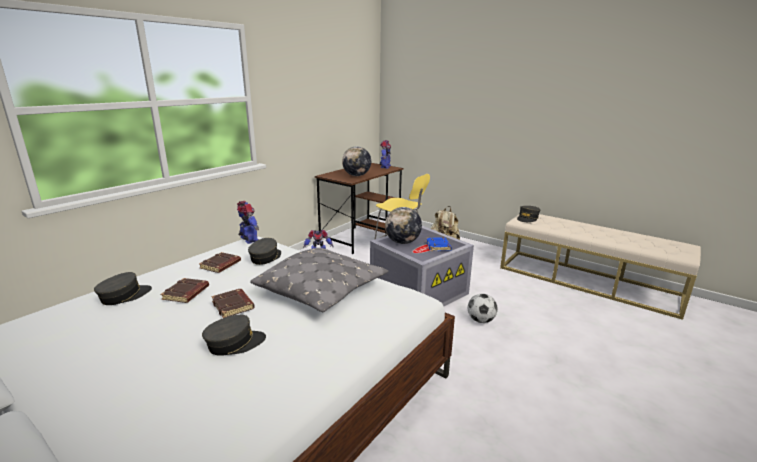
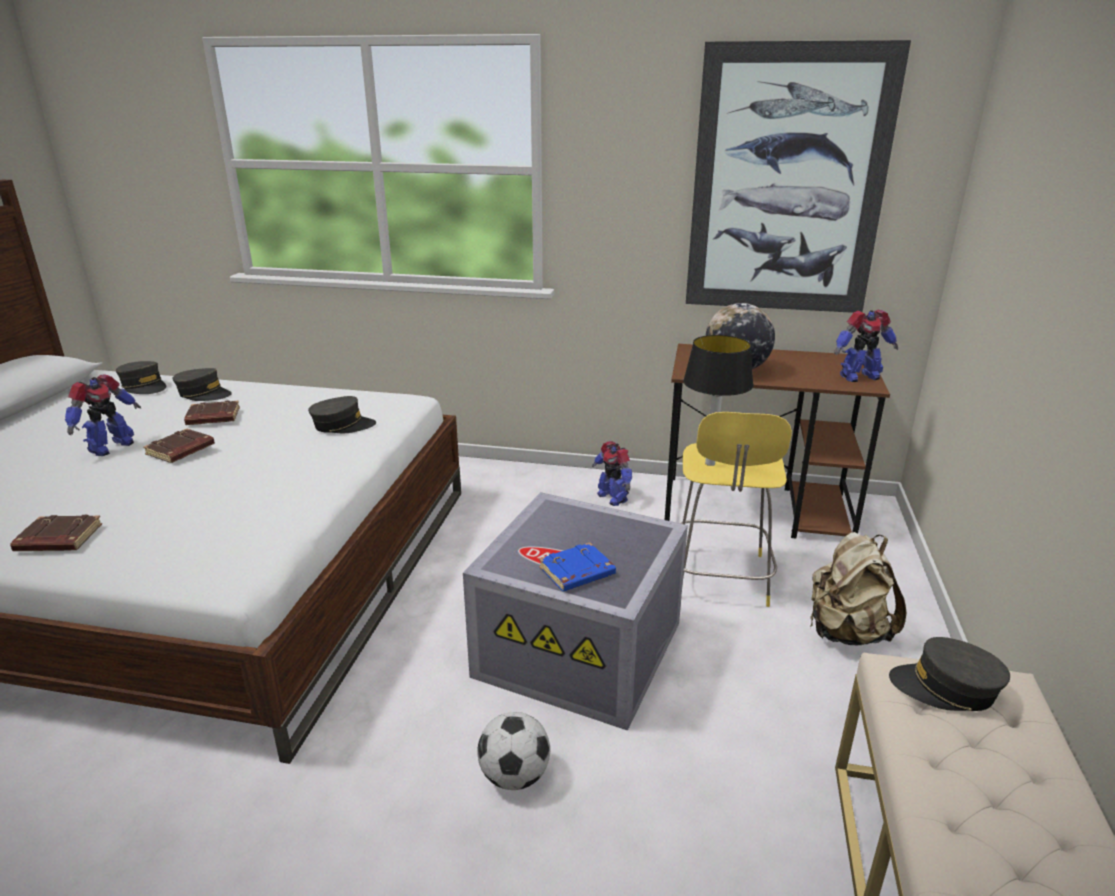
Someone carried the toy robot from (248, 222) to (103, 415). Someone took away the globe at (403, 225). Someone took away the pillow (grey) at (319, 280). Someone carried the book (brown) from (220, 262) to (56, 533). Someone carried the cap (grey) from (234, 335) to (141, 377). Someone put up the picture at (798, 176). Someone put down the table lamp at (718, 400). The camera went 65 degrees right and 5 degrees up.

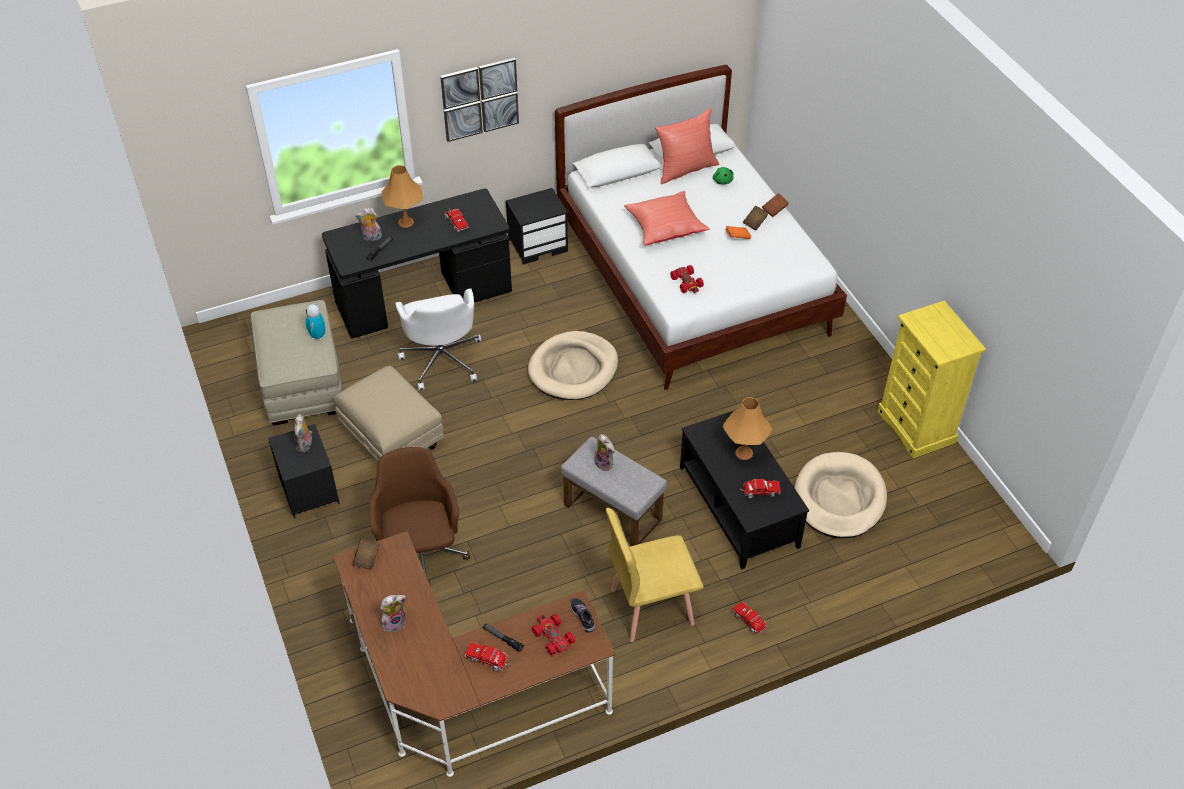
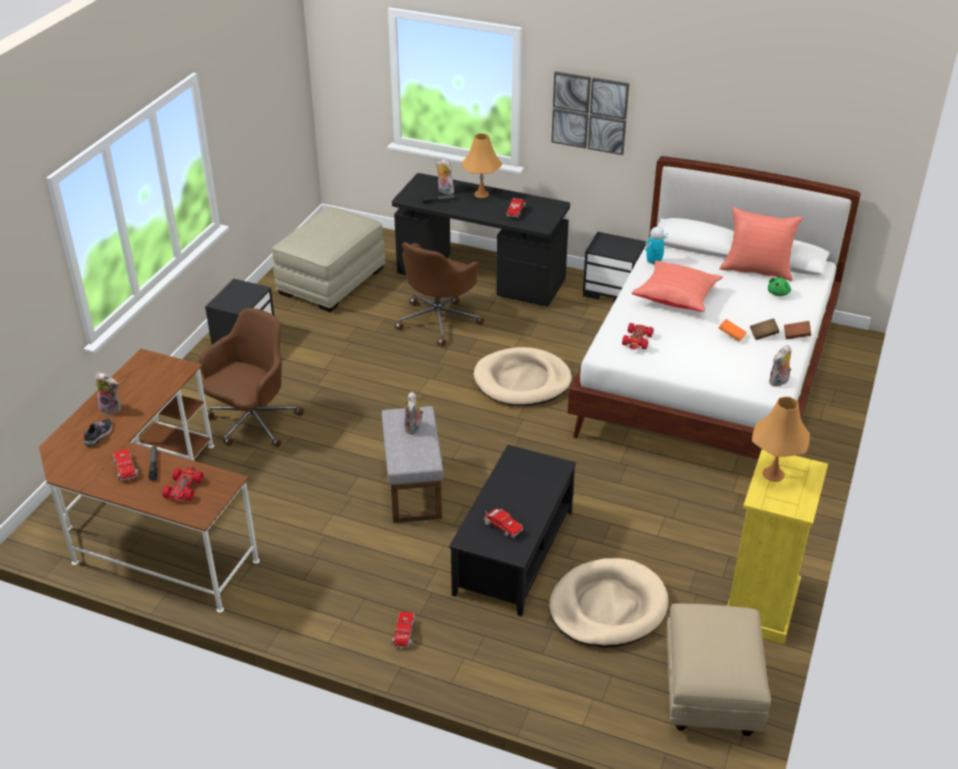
Someone repainted the office chair (white) at (438, 339), which became the office chair (brown) at (439, 294). Someone carried the toy robot from (315, 322) to (656, 246). Someone carried the ottoman (beige) from (389, 414) to (719, 669). Someone carried the table lamp (orange) from (748, 428) to (781, 439). Someone carried the plush toy from (303, 433) to (780, 366). Someone took away the chair (yellow) at (654, 575). Someone took away the book (brown) at (366, 554). Someone carried the shoe from (582, 615) to (98, 432). The camera went 45 degrees right and 10 degrees down.

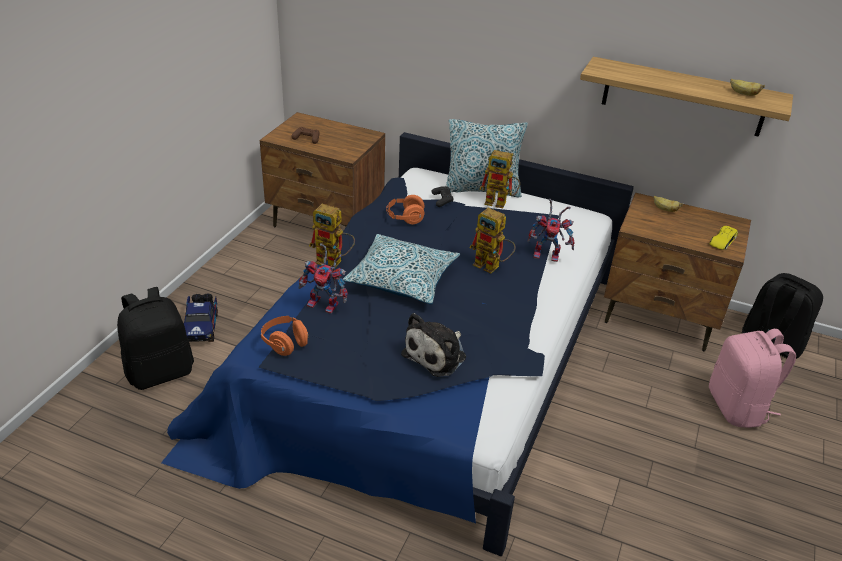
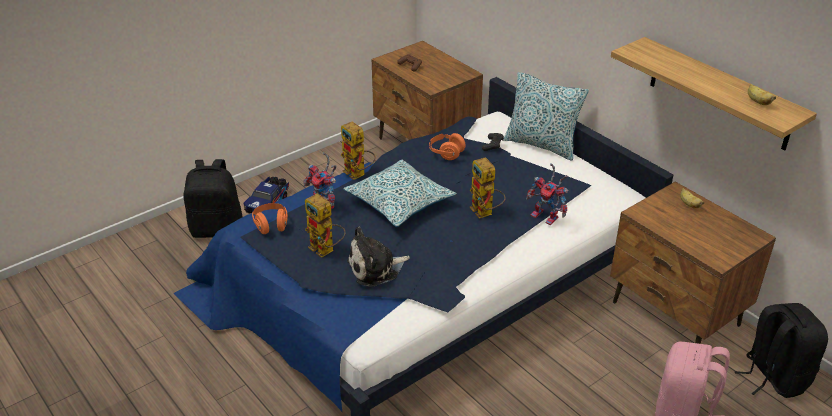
Someone carried the toy robot from (499, 179) to (325, 226). Someone took away the toy car (yellow) at (724, 238). The camera went 30 degrees right and 0 degrees up.

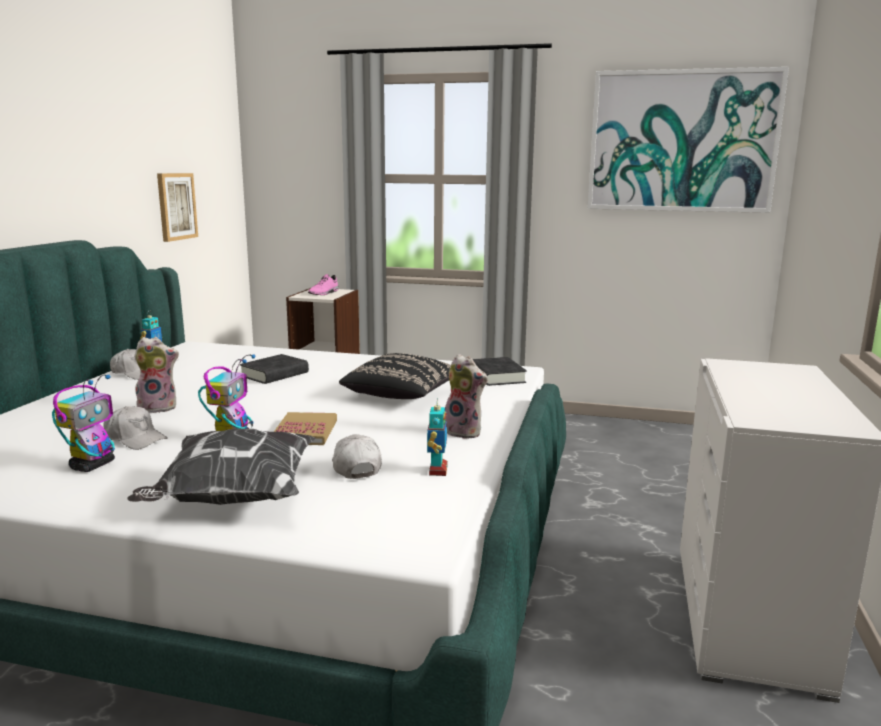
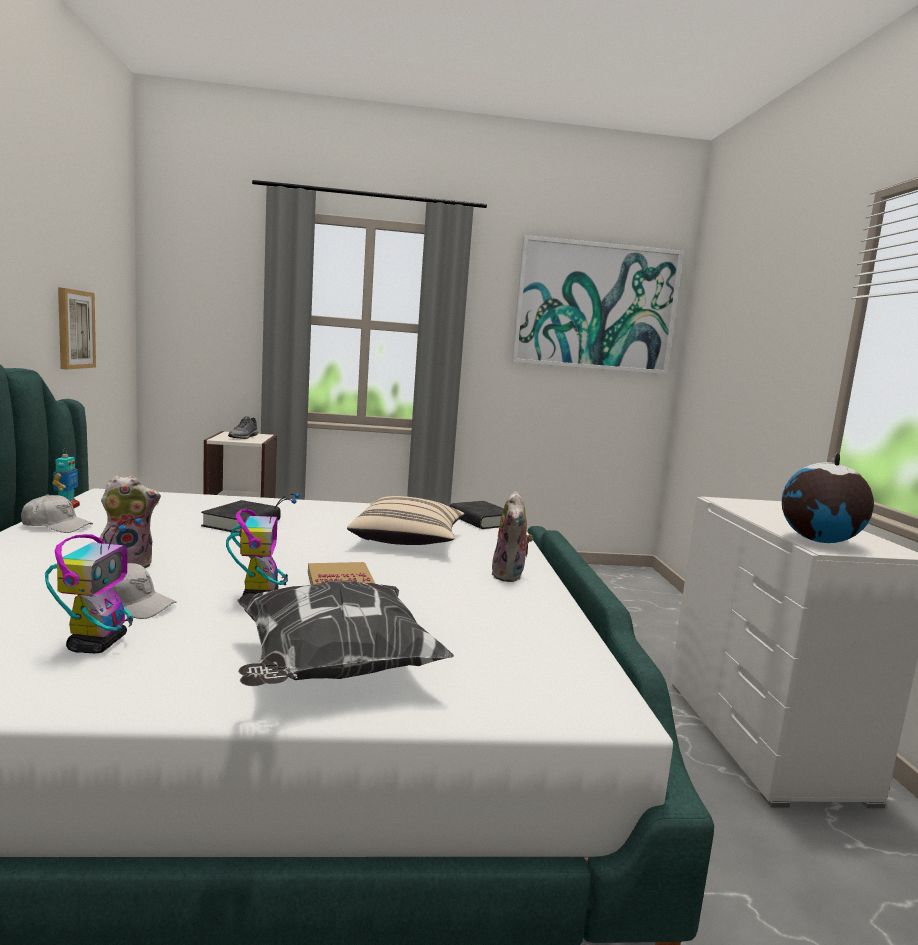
Someone repainted the shoe (pink) at (323, 284), which became the shoe (grey) at (243, 427). Someone repainted the pillow (black) at (395, 376), which became the pillow (beige) at (405, 520). Someone rotated the plush toy at (466, 396) by 75 degrees clockwise. Someone took away the toy robot at (437, 437). Someone took away the cap (white) at (357, 456). Someone put down the globe at (828, 497). The camera went 20 degrees left and 5 degrees down.

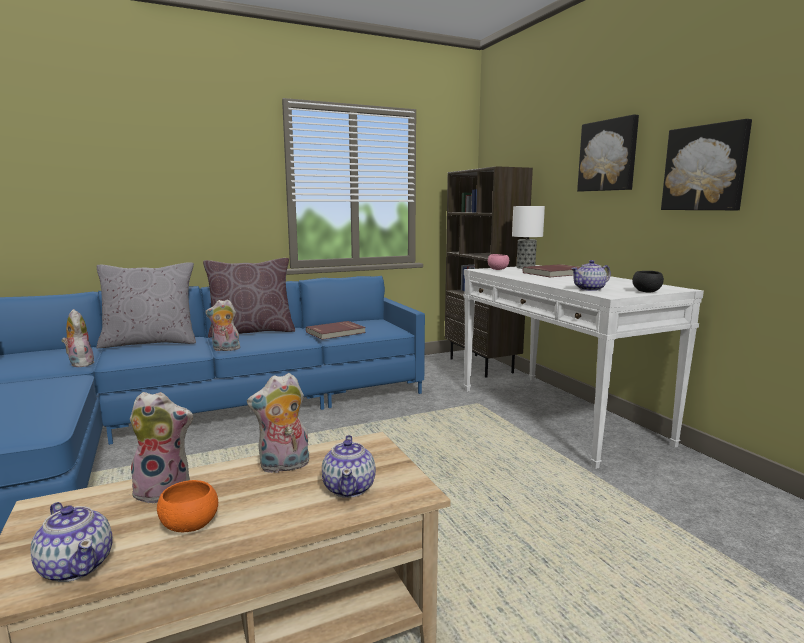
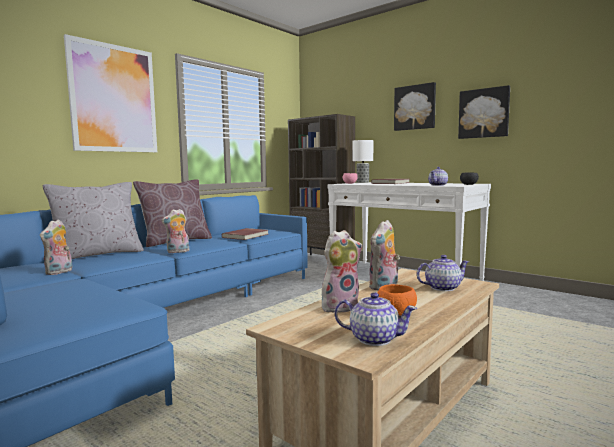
Someone rotated the plush toy at (77, 338) by 105 degrees counterclockwise. Someone rotated the teapot at (349, 466) by 75 degrees counterclockwise. Someone put up the picture at (110, 93). The camera went 25 degrees left and 5 degrees down.

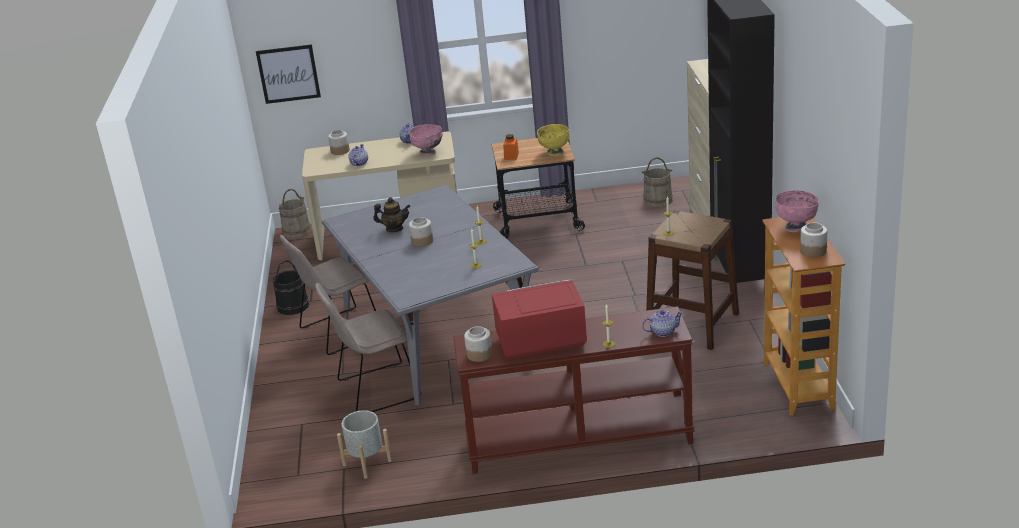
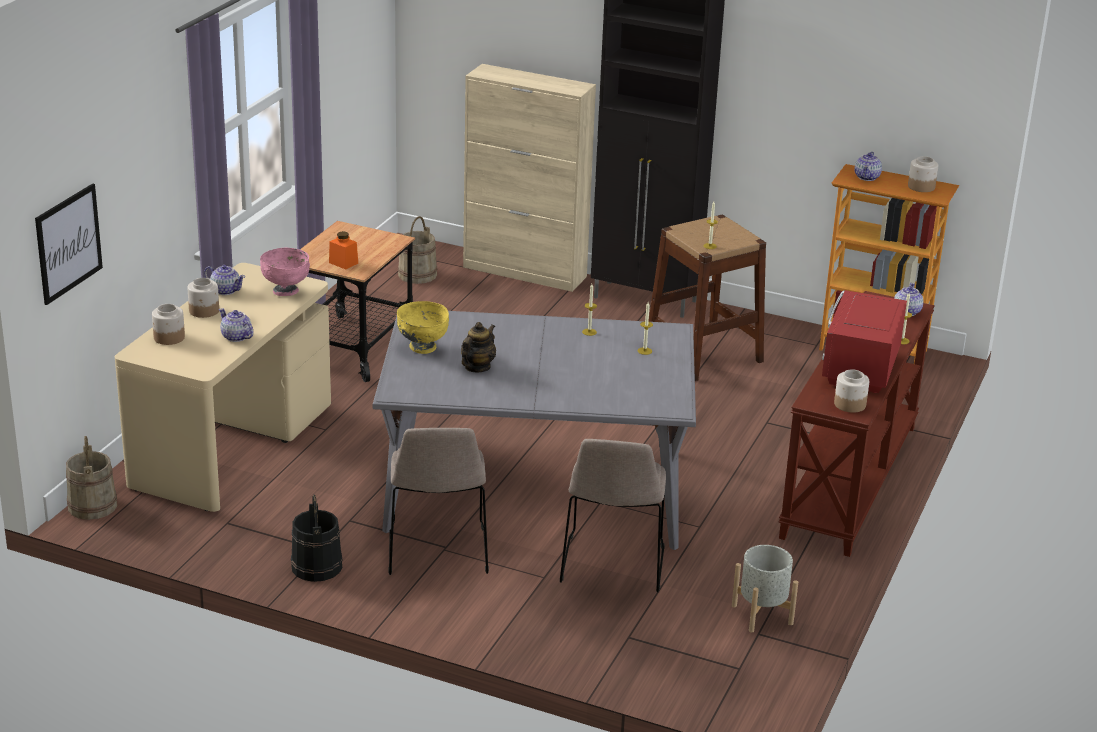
Someone carried the bowl (yellow) from (553, 140) to (423, 327). Someone swapped the bowl (pink) at (797, 211) for the teapot at (868, 166). Someone carried the jar from (421, 232) to (203, 298). The camera went 65 degrees left and 0 degrees up.

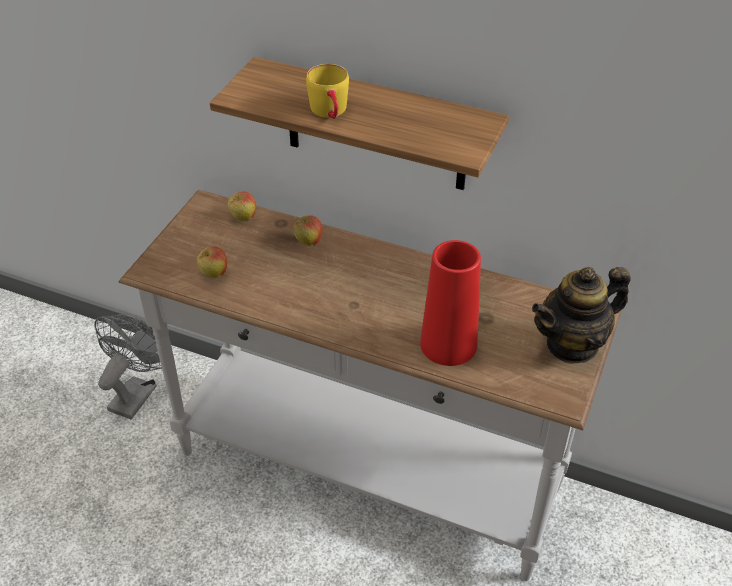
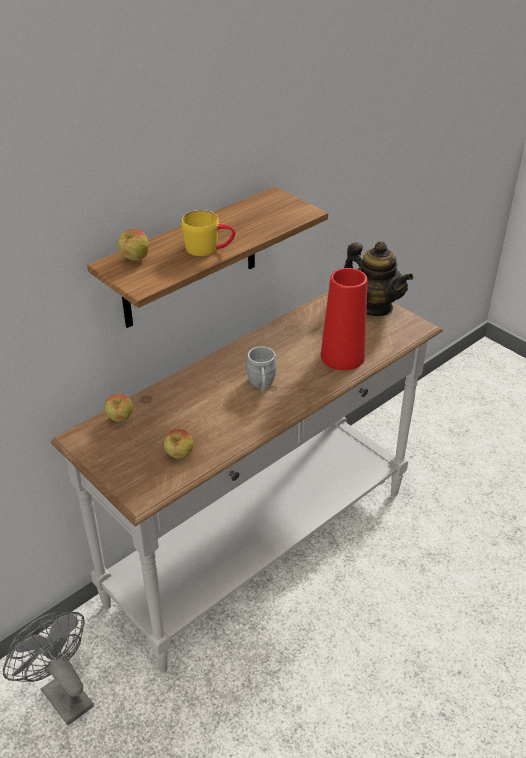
Someone carried the apple from (307, 230) to (133, 245). Someone rotated the teapot at (581, 315) by 45 degrees counterclockwise. Someone put down the mug (grey) at (261, 369). The camera went 65 degrees left and 5 degrees down.

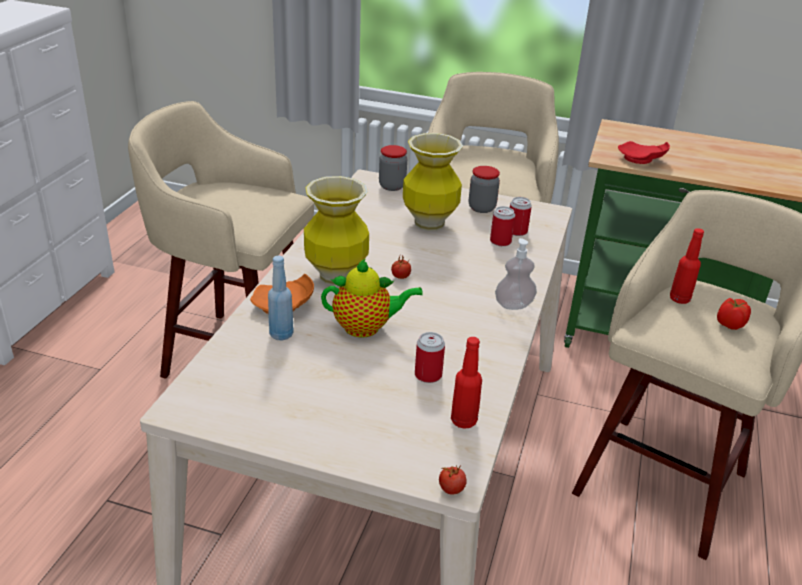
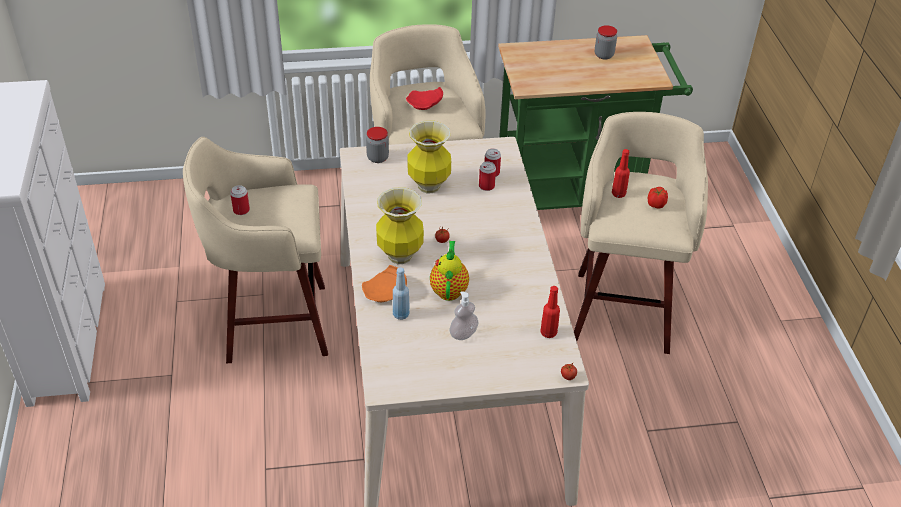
Someone carried the plate (red) from (644, 152) to (424, 98). Someone carried the jar from (484, 189) to (606, 42). Someone carried the soap dispenser from (516, 274) to (463, 315). Someone rotated the teapot at (372, 298) by 60 degrees counterclockwise. Someone carried the can from (430, 357) to (240, 200). The camera went 25 degrees left and 10 degrees up.

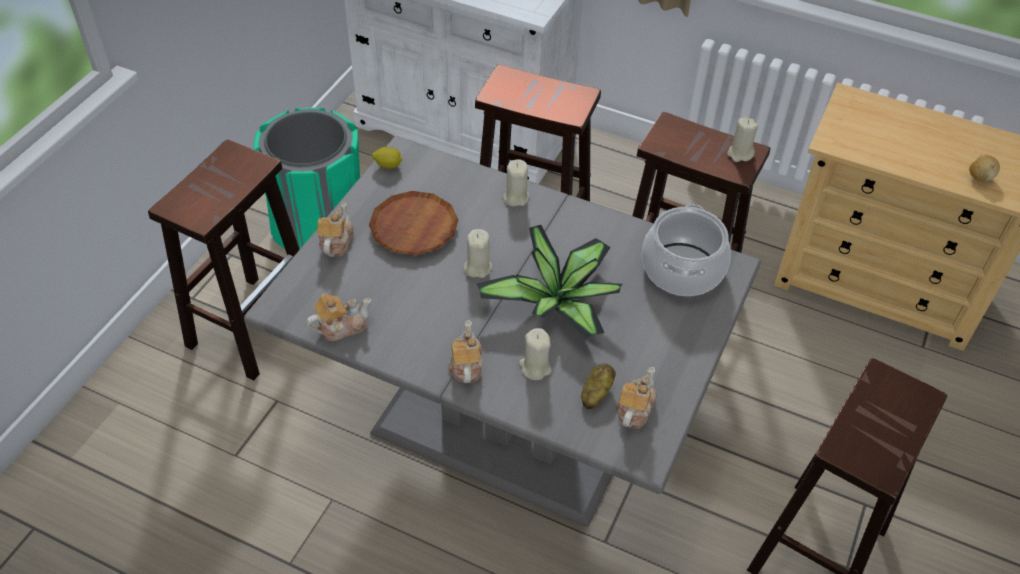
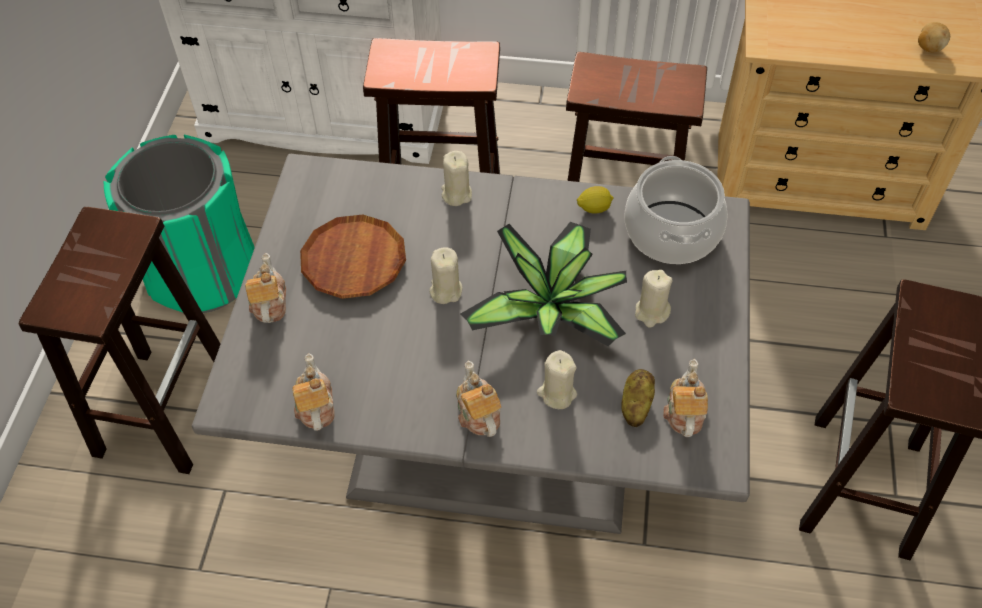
Someone carried the candle (beige) from (742, 140) to (654, 299). Someone carried the lemon from (387, 158) to (595, 200). Someone rotated the teapot at (339, 317) by 60 degrees counterclockwise. The camera went 15 degrees left and 5 degrees up.

